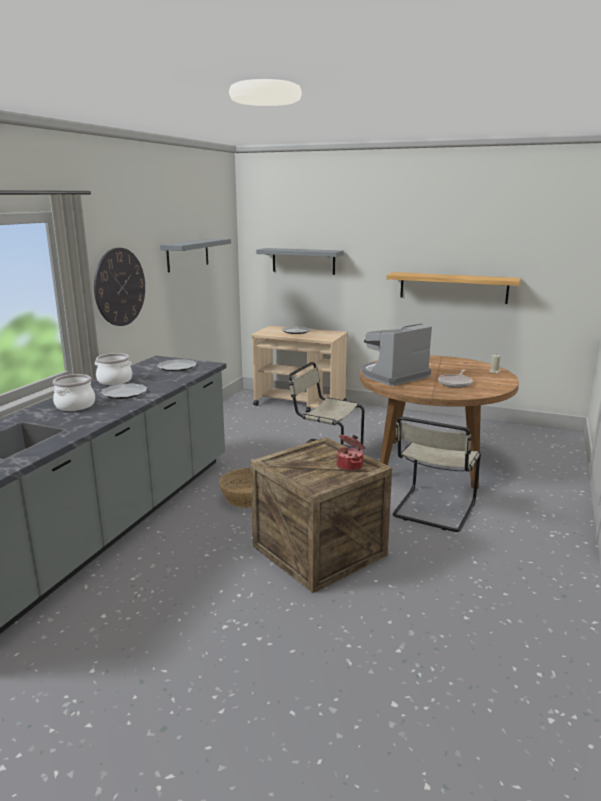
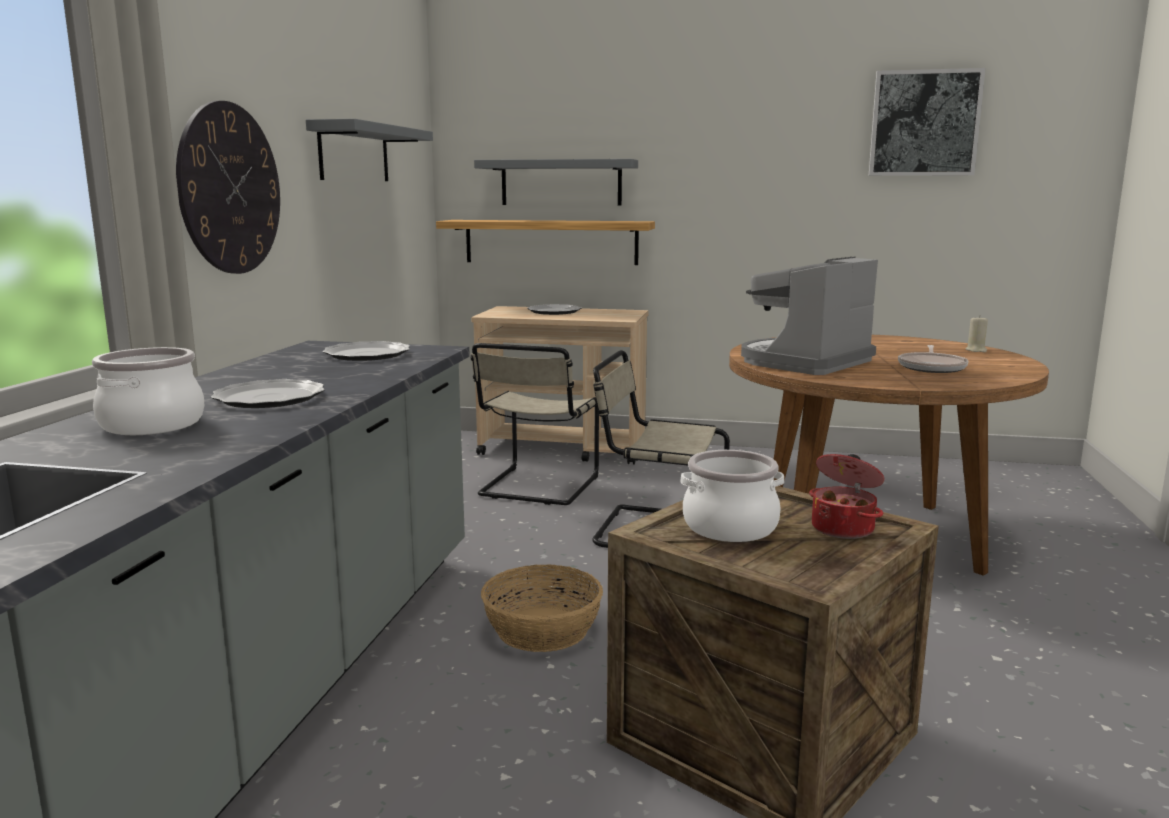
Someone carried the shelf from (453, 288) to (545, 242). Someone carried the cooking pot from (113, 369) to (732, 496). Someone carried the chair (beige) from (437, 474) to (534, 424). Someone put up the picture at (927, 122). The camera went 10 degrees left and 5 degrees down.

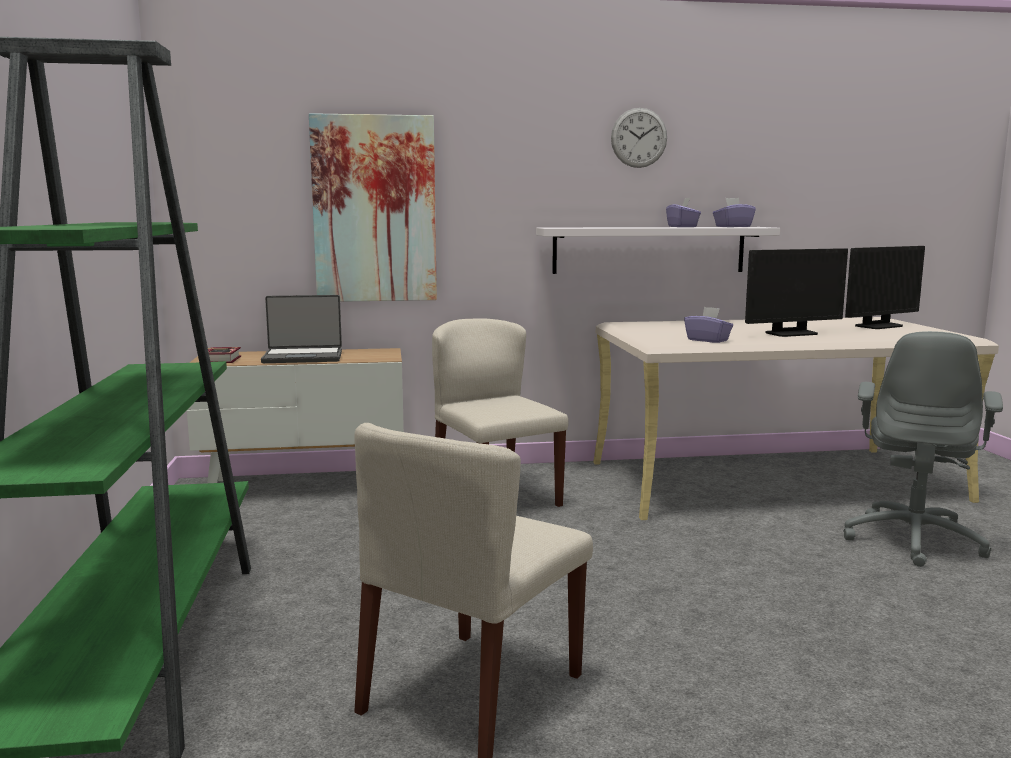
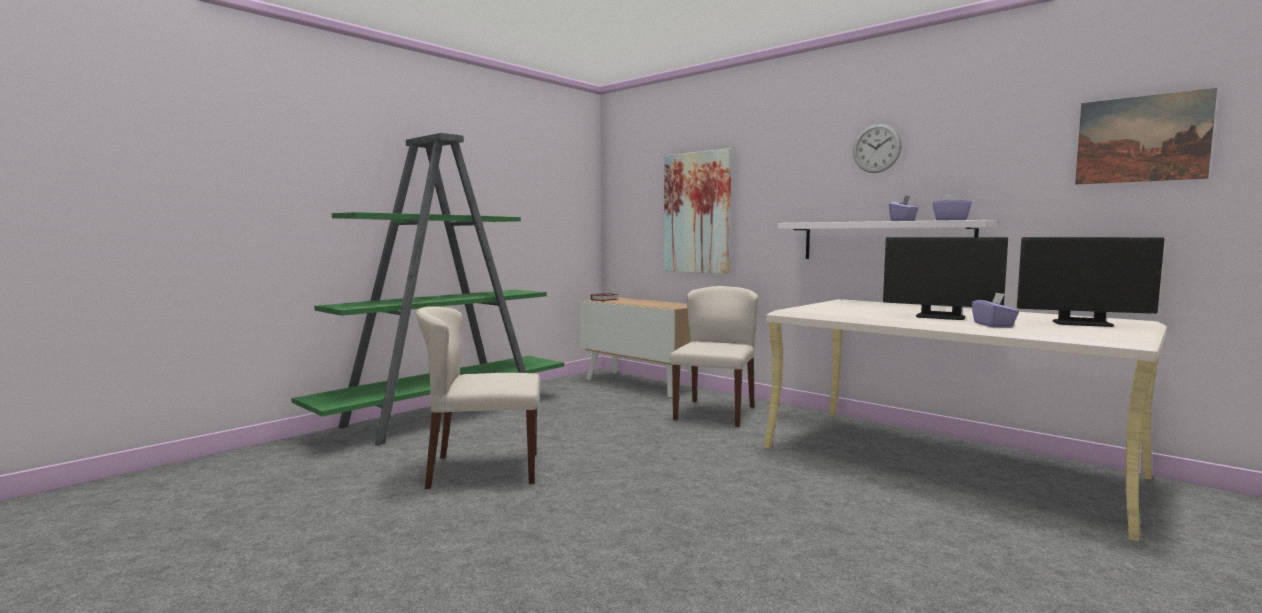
Someone took away the laptop at (301, 329). Someone carried the tissue box (purple) from (708, 325) to (995, 309). Someone took away the office chair (grey) at (923, 449). Someone put up the picture at (1146, 136). The camera went 50 degrees right and 5 degrees down.

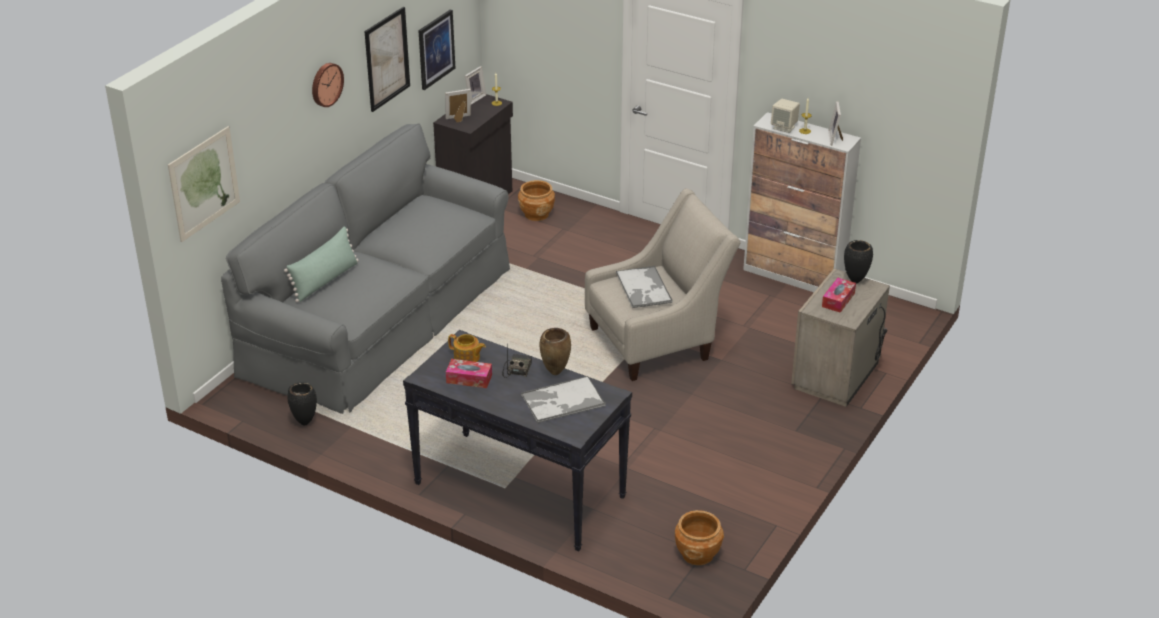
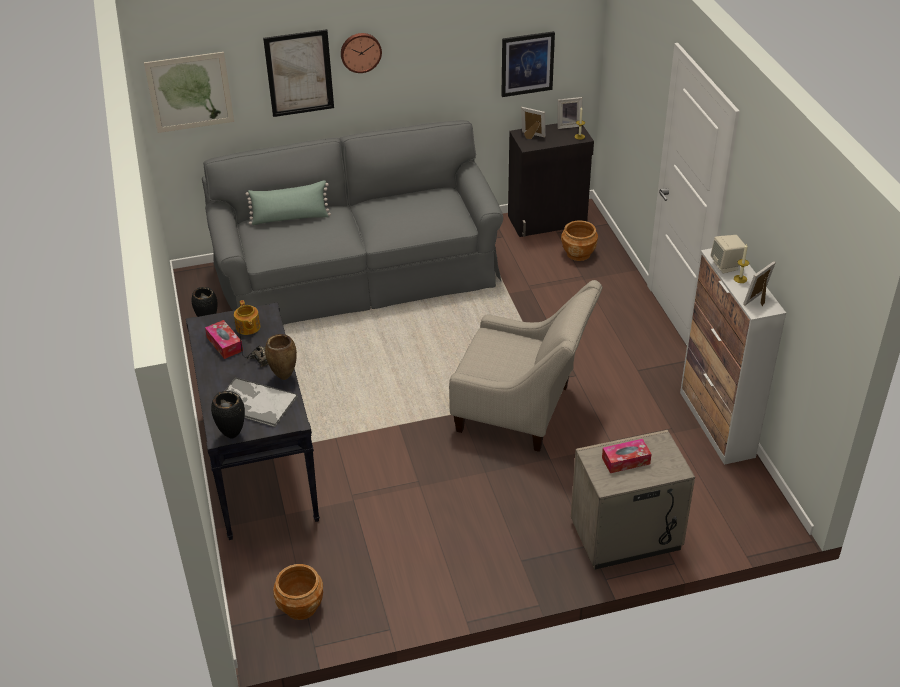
Someone carried the picture from (387, 59) to (298, 73). Someone carried the vase (black) from (858, 262) to (228, 415). Someone took away the tray at (644, 287). The camera went 45 degrees right and 5 degrees up.

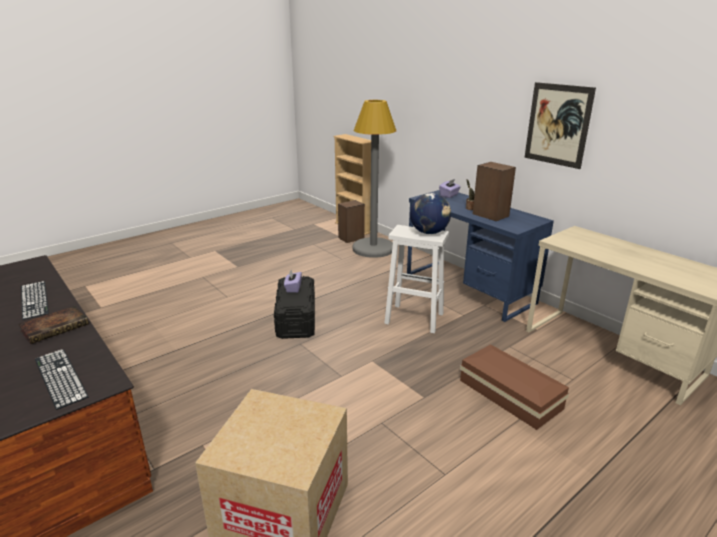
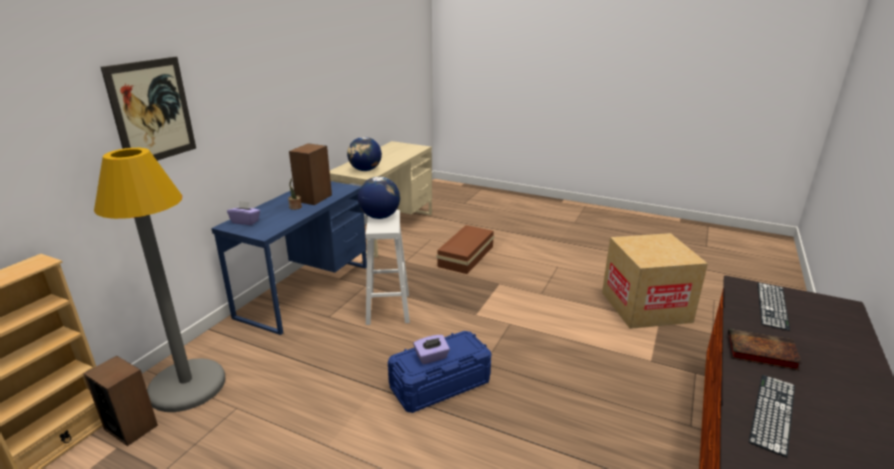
Someone carried the picture from (560, 125) to (148, 109). Someone repainted the storage box (black) at (294, 307), which became the storage box (blue) at (439, 372). Someone put down the globe at (364, 154). The camera went 115 degrees left and 0 degrees up.

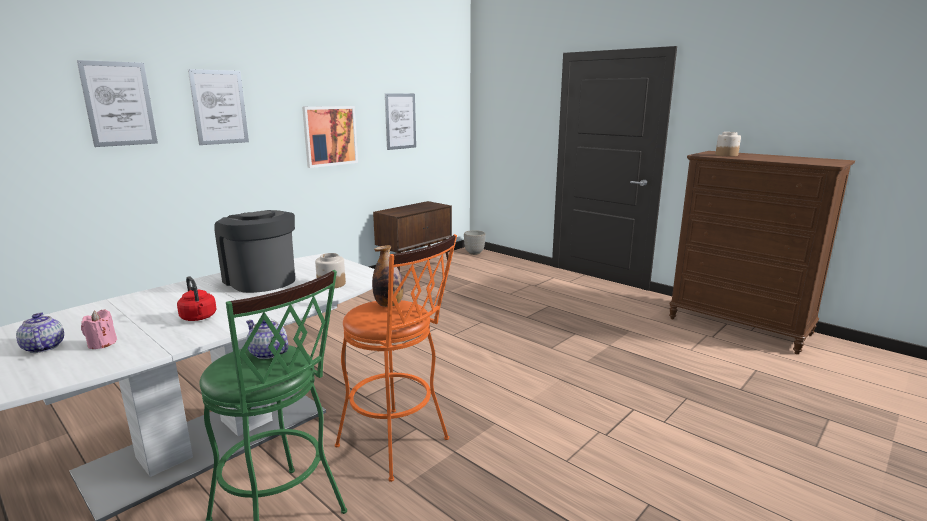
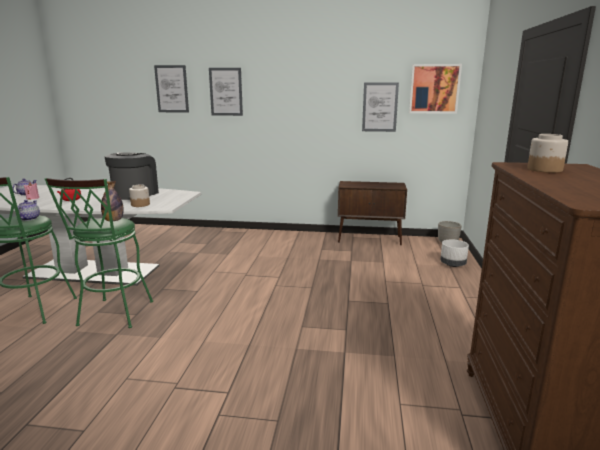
Someone carried the picture from (330, 137) to (435, 89). Someone repainted the stool (orange) at (396, 358), which became the stool (green) at (99, 253). Someone put down the planter (white) at (454, 253). The camera went 55 degrees right and 0 degrees up.

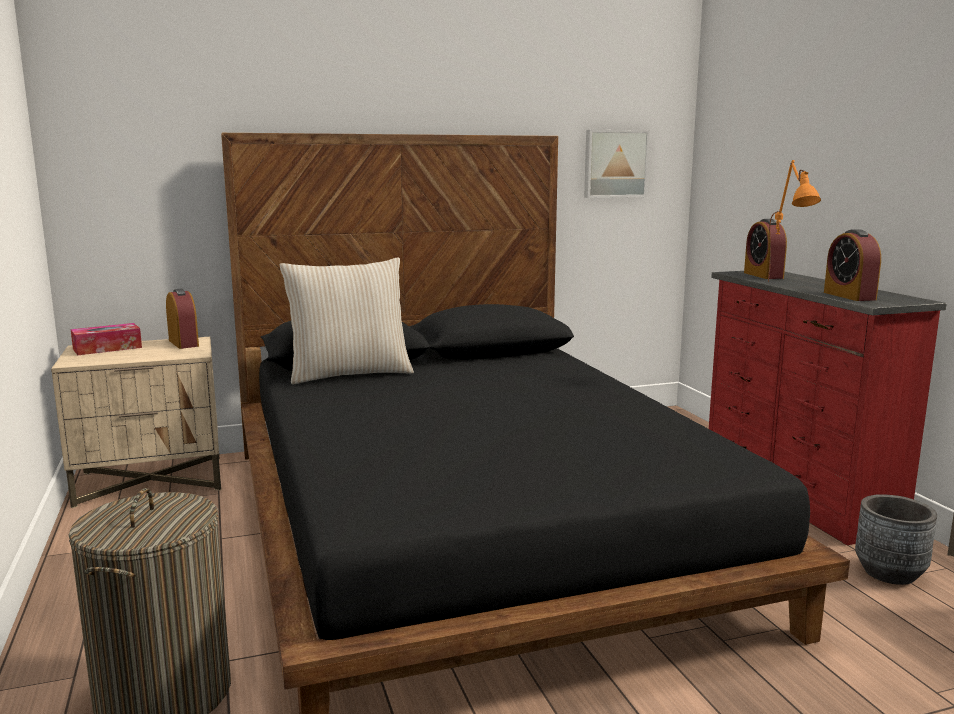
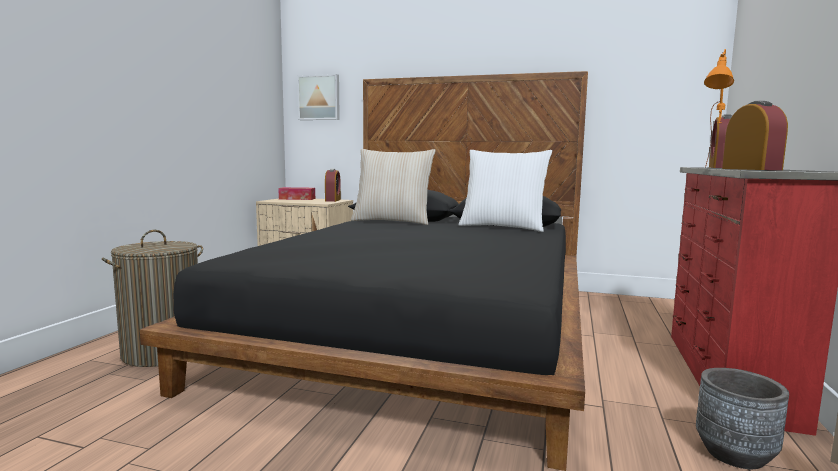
Someone carried the picture from (617, 164) to (318, 97). Someone rotated the alarm clock at (852, 265) by 150 degrees clockwise. Someone put down the pillow (white) at (505, 191). The camera went 35 degrees right and 5 degrees down.

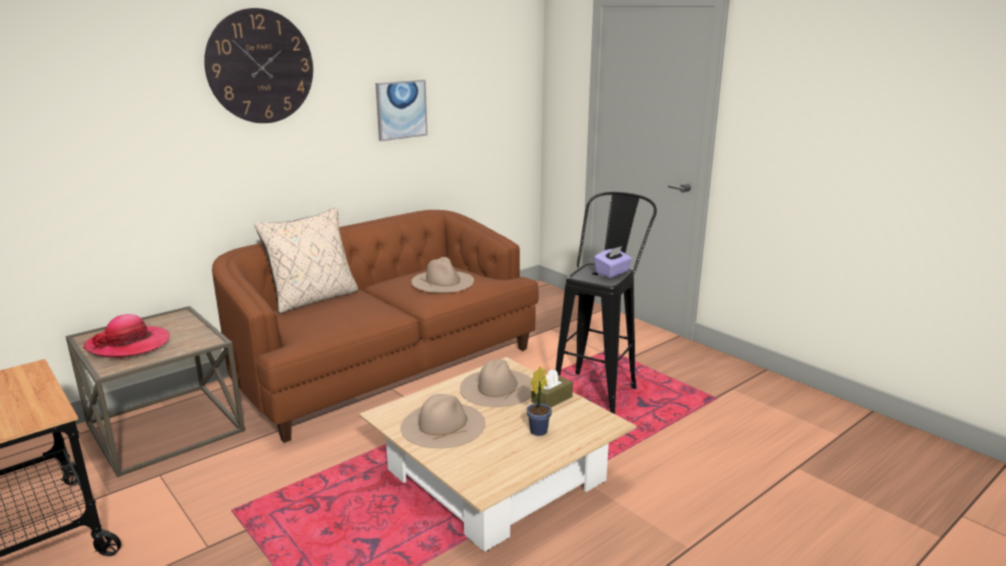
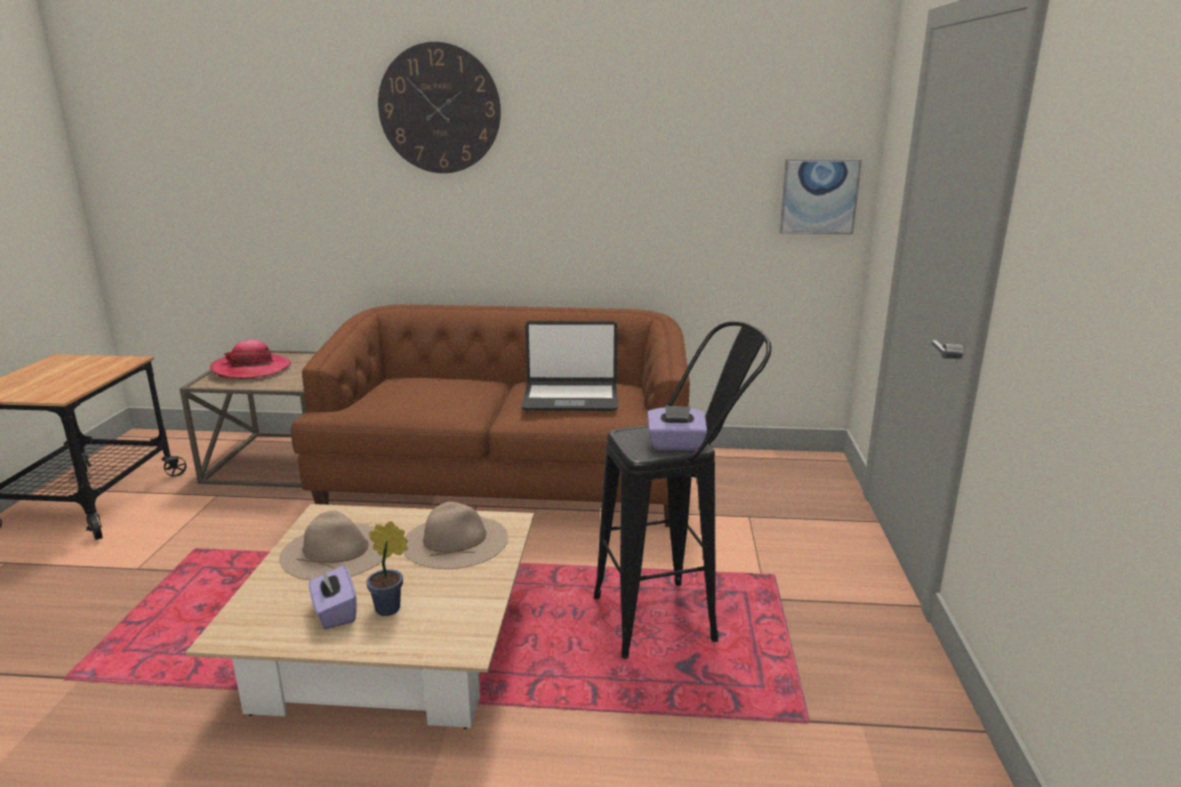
Someone carried the picture from (401, 110) to (820, 196). Someone took away the pillow (beige) at (306, 260). Someone swapped the hat (beige) at (442, 275) for the laptop at (569, 366). Someone took away the tissue box (brown) at (552, 388). Someone put down the tissue box (purple) at (333, 597). The camera went 45 degrees right and 0 degrees up.

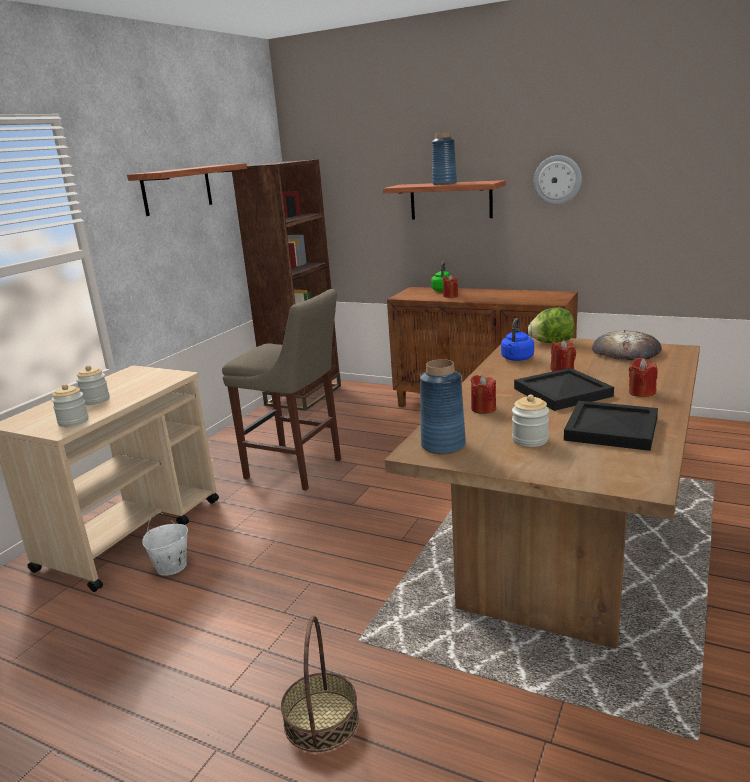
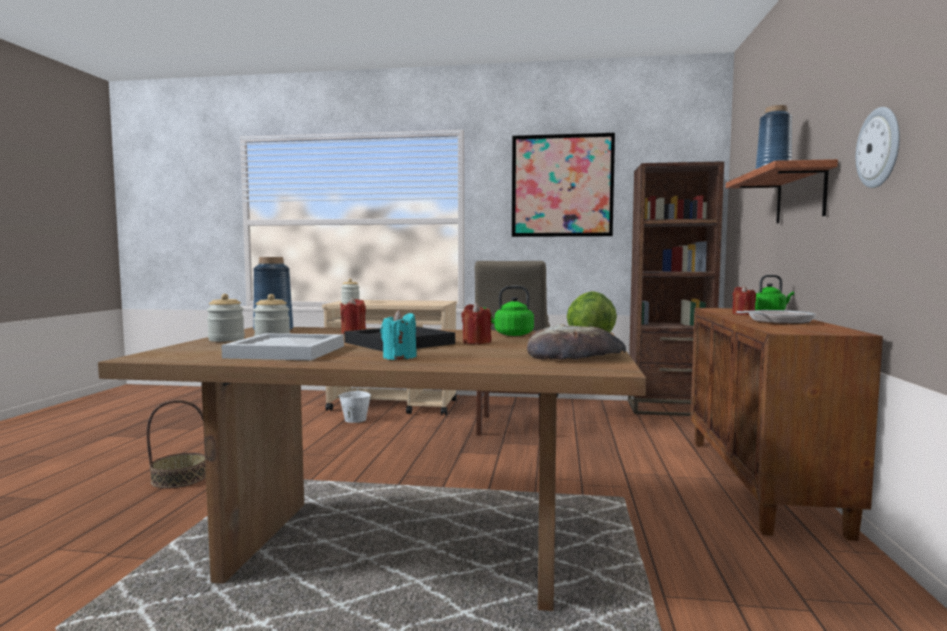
Someone swapped the shelf at (187, 189) for the picture at (563, 185). Someone repainted the kettle (blue) at (517, 339), which became the kettle (green) at (509, 311). Someone repainted the candle (red) at (643, 377), which became the candle (turquoise) at (399, 335). Someone carried the jar from (93, 385) to (226, 318). Someone repainted the tray (black) at (611, 426), which became the tray (white) at (282, 346). Someone put down the frying pan at (776, 317). The camera went 70 degrees right and 15 degrees down.

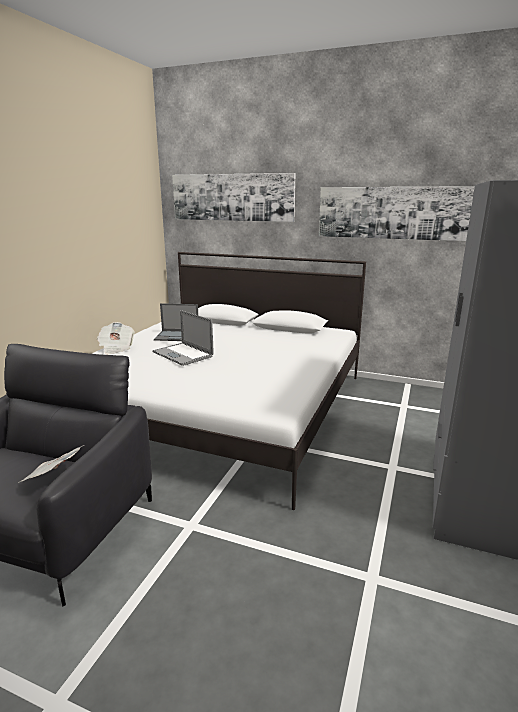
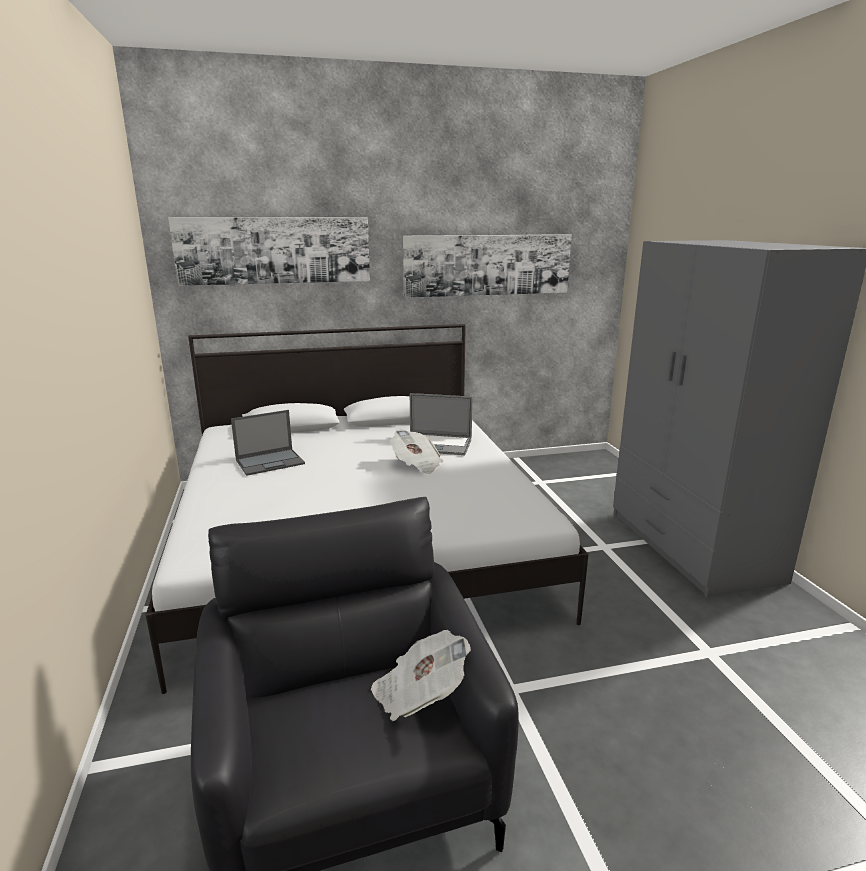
Someone carried the laptop from (183, 338) to (441, 424). Someone carried the newspaper from (116, 338) to (416, 451). The camera went 35 degrees left and 0 degrees up.

